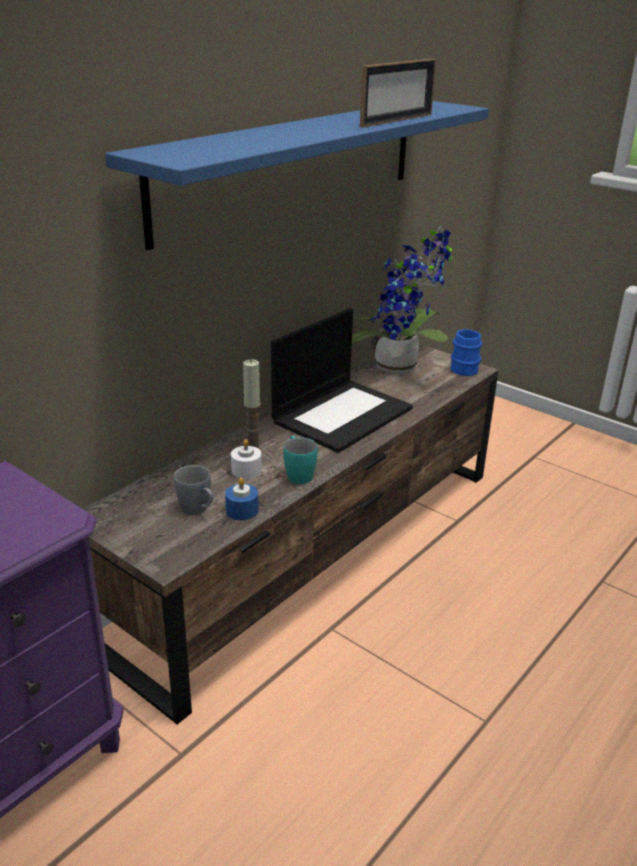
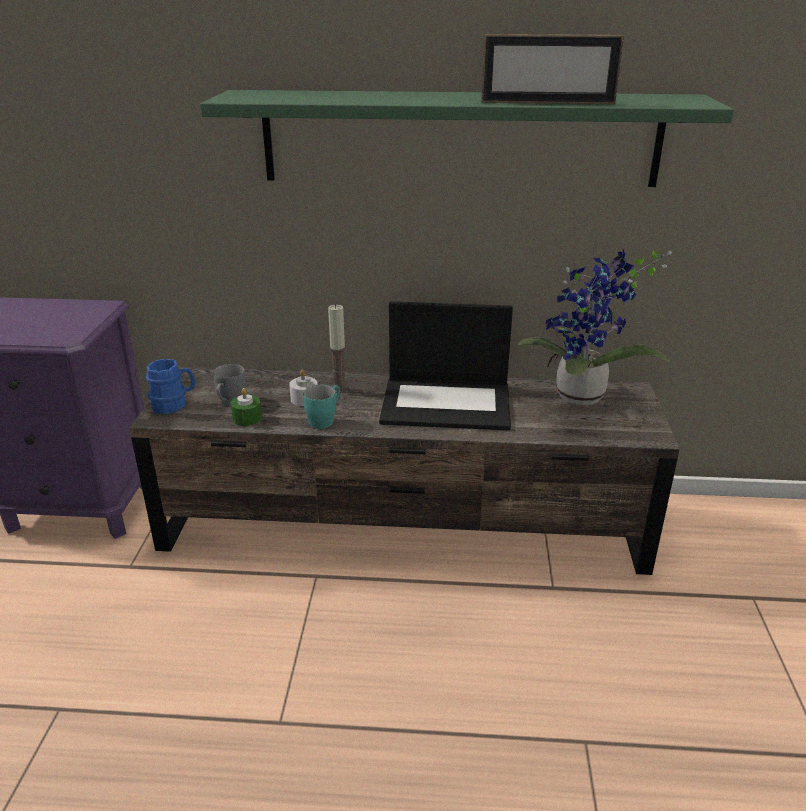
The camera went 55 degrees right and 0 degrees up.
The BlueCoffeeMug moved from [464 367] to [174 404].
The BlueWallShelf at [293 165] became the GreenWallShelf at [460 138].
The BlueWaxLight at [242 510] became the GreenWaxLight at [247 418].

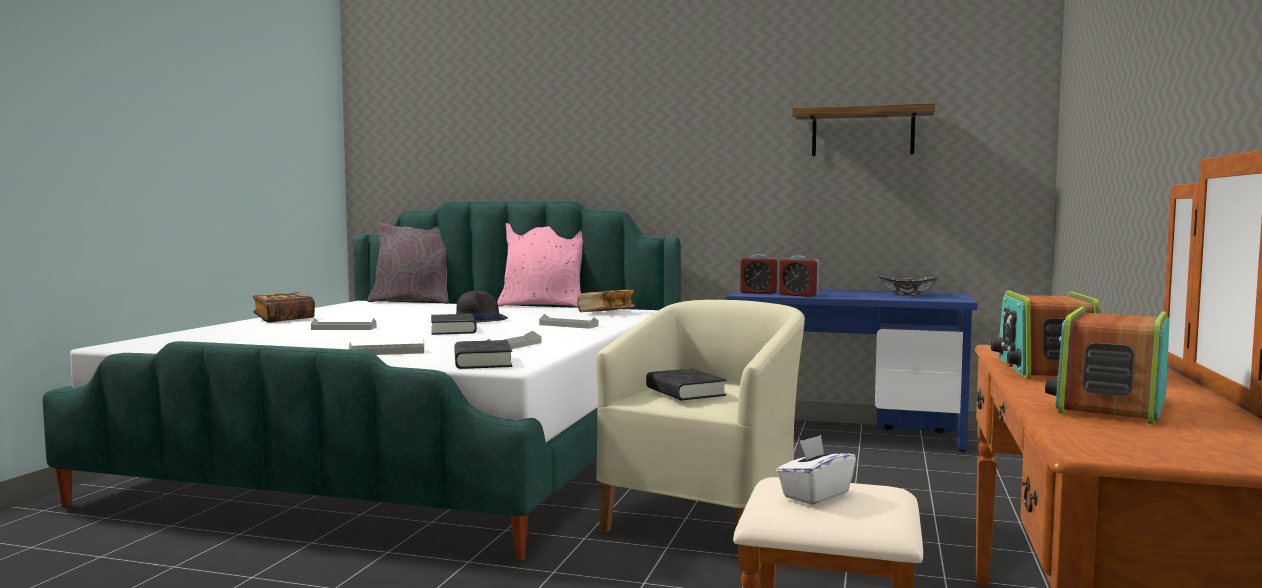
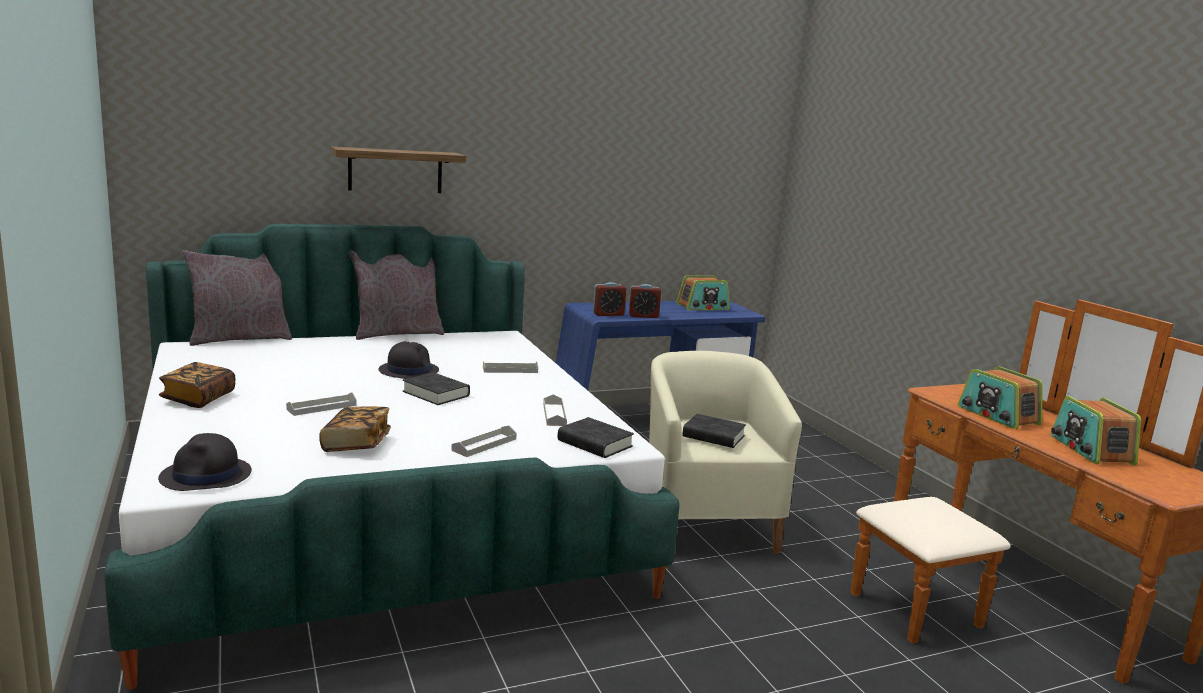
The camera went 40 degrees left and 10 degrees up.
The BlackishClothingHat at [206 476] appeared.
The Volume moved from [606 313] to [356 444].
The WallShelf moved from [862 132] to [395 170].
The PinkPillow at [543 305] became the GreyishPillow at [397 333].
The ServingBowl at [907 294] was replaced by the RadioReceiver at [703 307].
The WhiteColouredTissueBox at [815 495] disappeared.

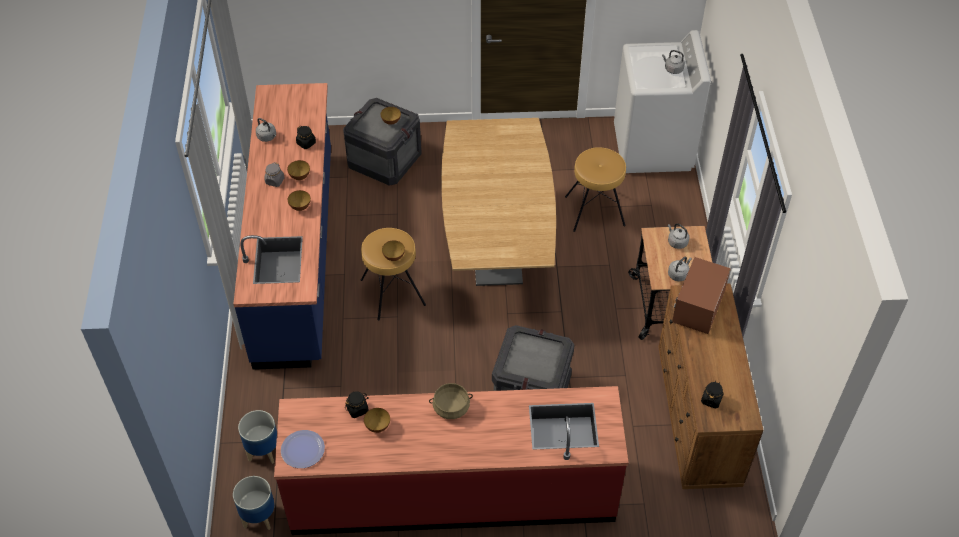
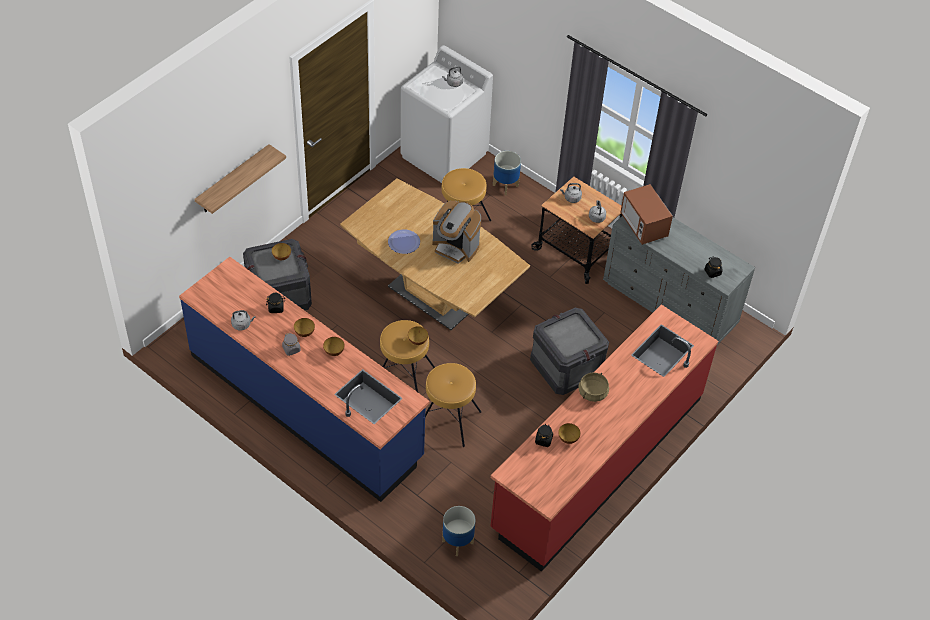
The camera went 50 degrees left and 0 degrees up.
The WallShelf at [233 180] appeared.
The Plate moved from [302 450] to [404 242].
The BrownColouredSittingStool at [448 421] appeared.
The CoffeeMaker at [455 247] appeared.
The PlantPot moved from [258 517] to [505 186].
The BrownColouredDresser at [698 417] became the GreyishDresser at [670 303].

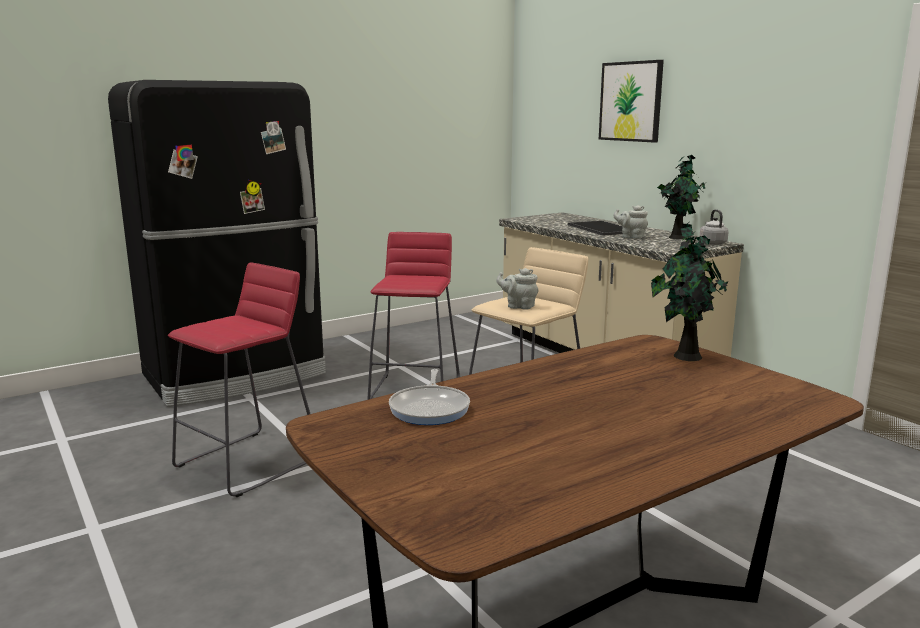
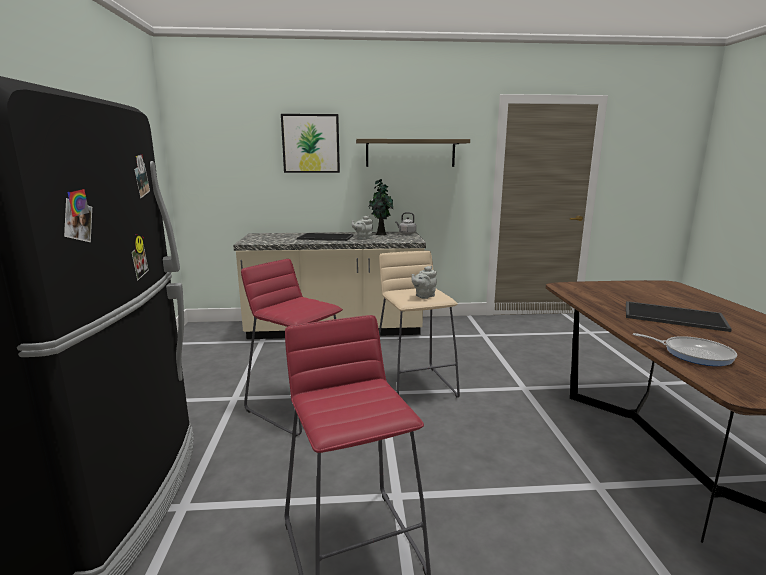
The camera went 60 degrees left and 0 degrees up.
The WallShelf at [410 153] appeared.
The Tray at [674 316] appeared.
The Houseplant at [685 356] disappeared.

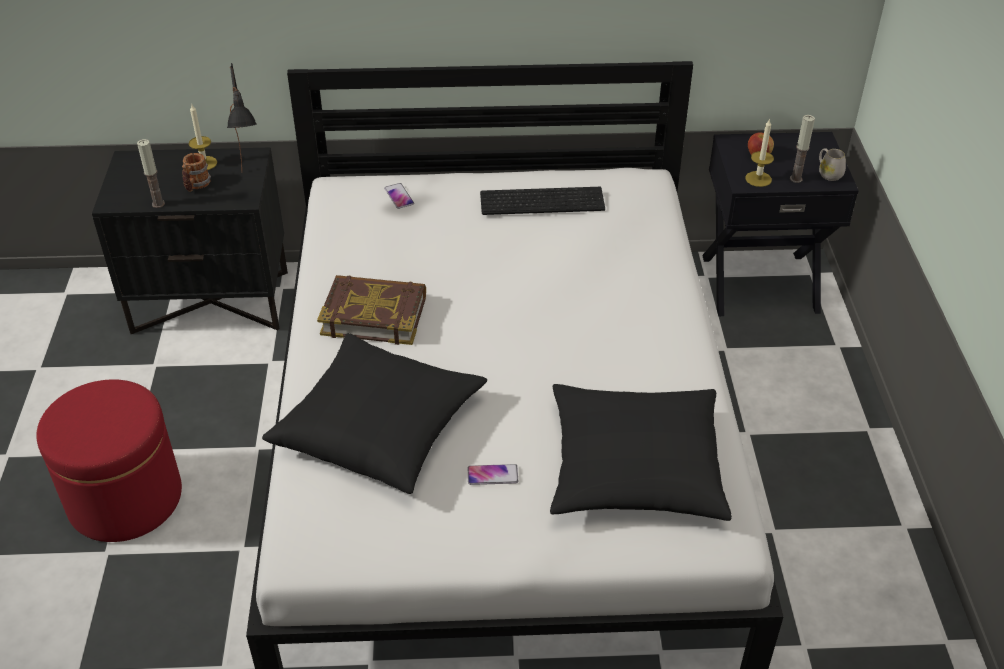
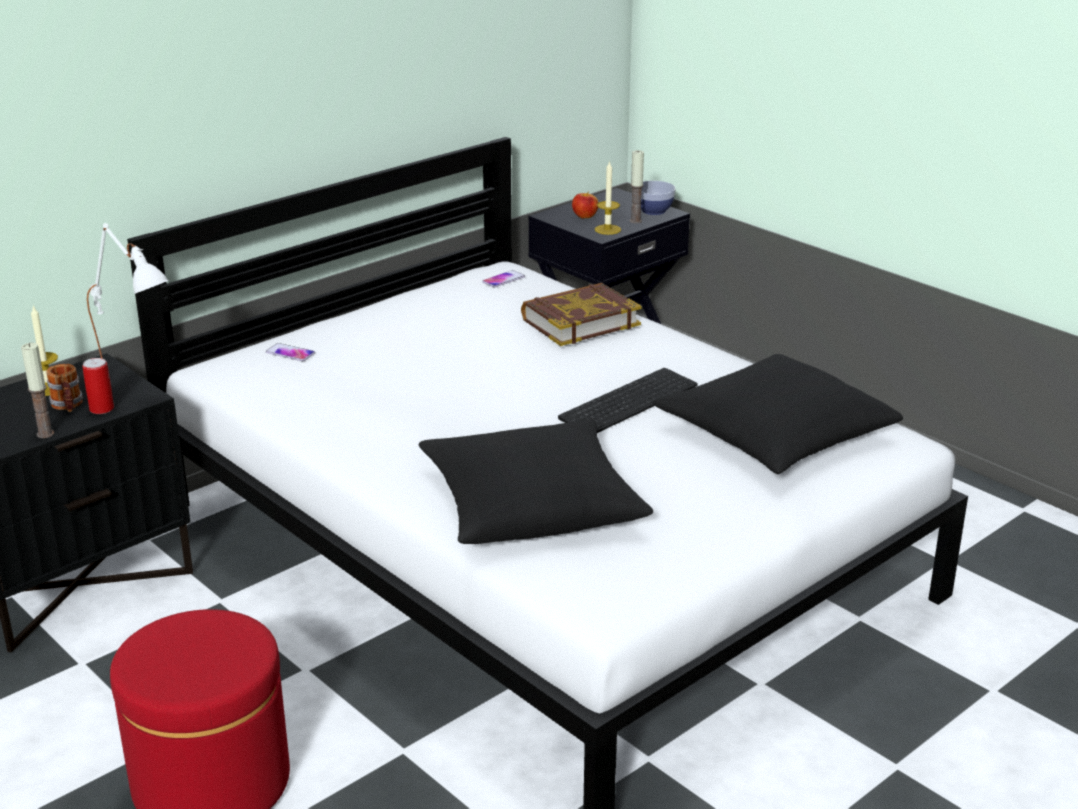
The camera went 40 degrees left and 15 degrees down.
The MetalCan at [101 409] appeared.
The BlackishTabletopLamp at [254 187] became the WhiteColouredTabletopLamp at [141 385].
The Phone moved from [492 475] to [503 279].
The Volume moved from [374 315] to [580 322].
The PcKeyboard moved from [543 200] to [628 400].
The WhiteColouredCoffeeMug at [828 173] was replaced by the ServingBowl at [653 211].

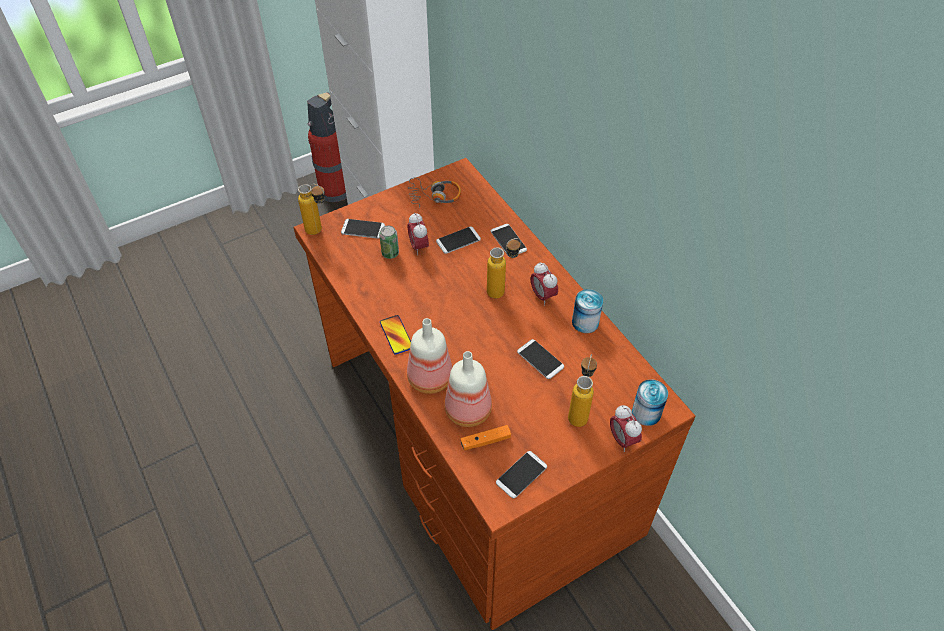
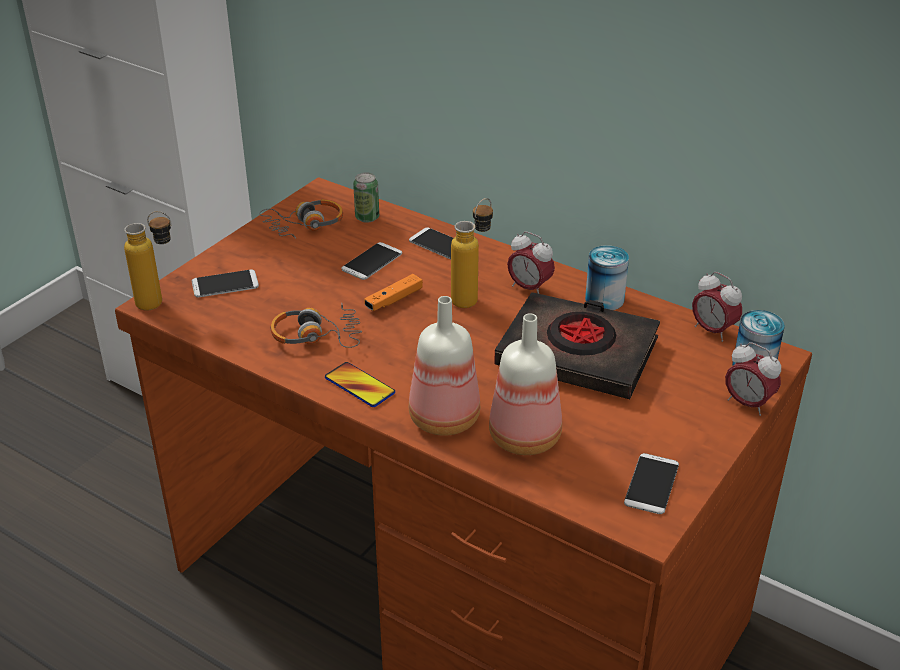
The camera went 25 degrees left and 15 degrees down.
The PairOfHeadphones at [317 336] appeared.
The MetalCan moved from [390 253] to [367 217].
The OrangeColouredGamepad moved from [485 441] to [394 299].
The Phone at [540 359] was replaced by the BlackishVolume at [577 353].
The BedsideClock moved from [419 246] to [712 331].
The FireExtinguisher at [336 190] disappeared.
The Bottle at [579 412] disappeared.

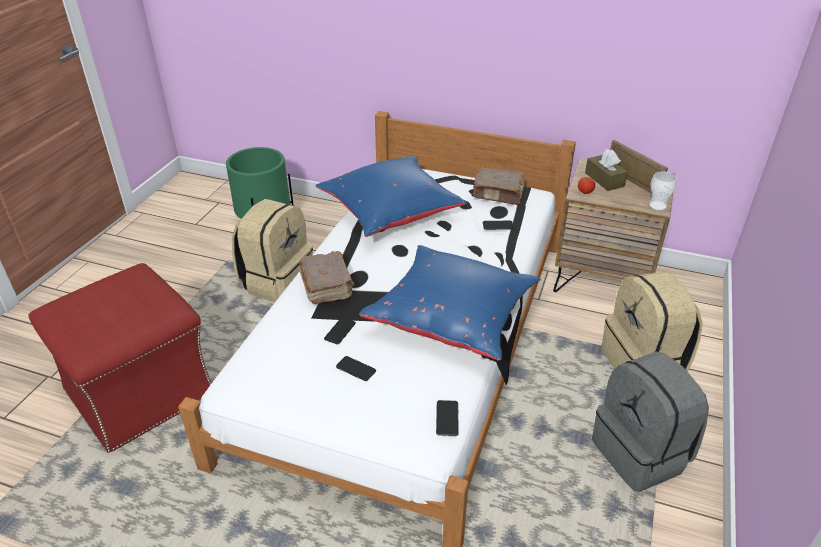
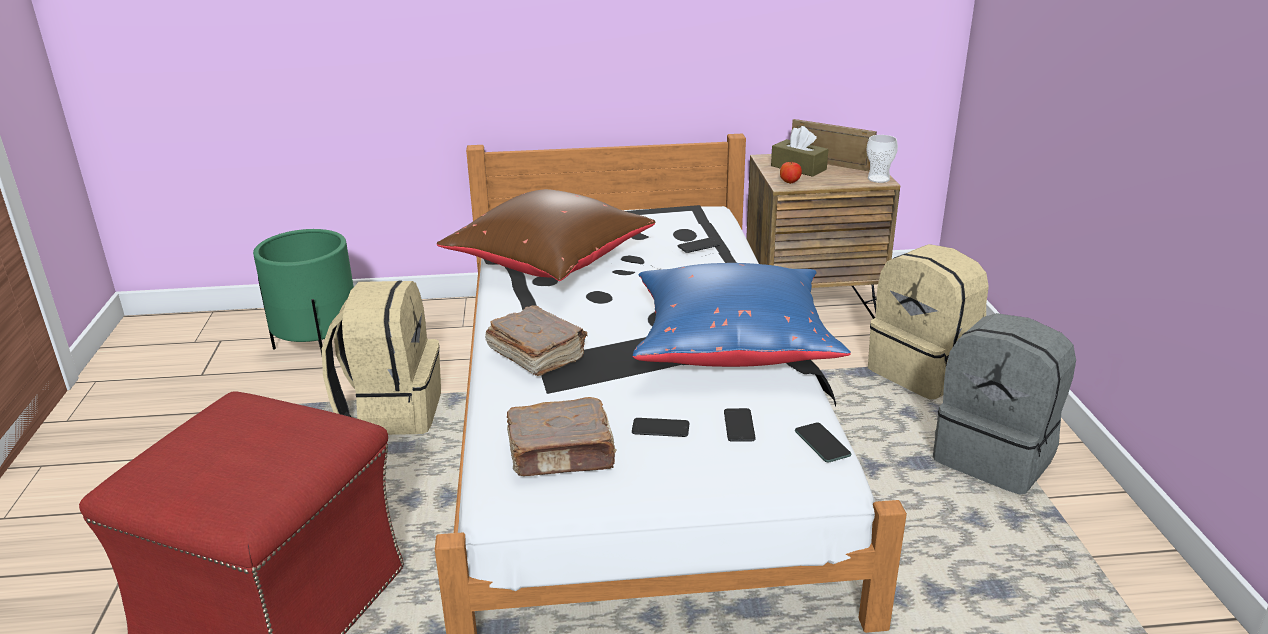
The camera went 25 degrees left and 10 degrees down.
The BluePillow at [391 214] became the BrownColouredPillow at [552 263].
The BrownColouredVolume moved from [499 194] to [562 455].
The Phone moved from [340 331] to [739 426].

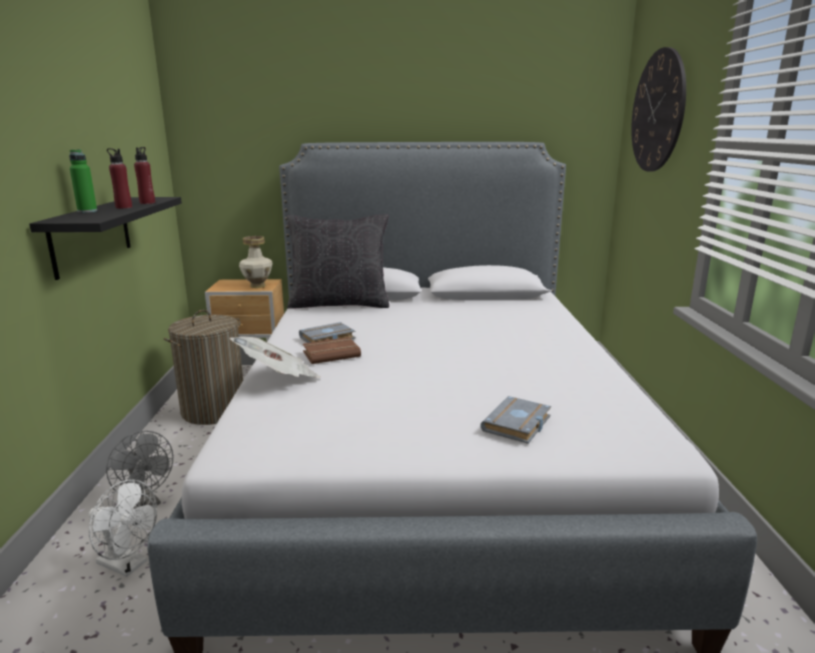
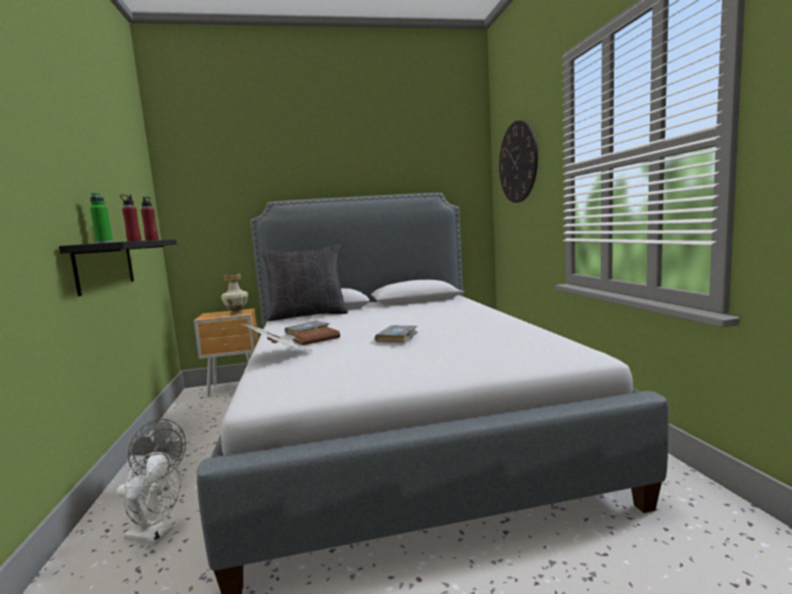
The camera went 10 degrees left and 10 degrees down.
The GreyishVolume moved from [518 425] to [398 338].
The Hamper at [214 410] disappeared.

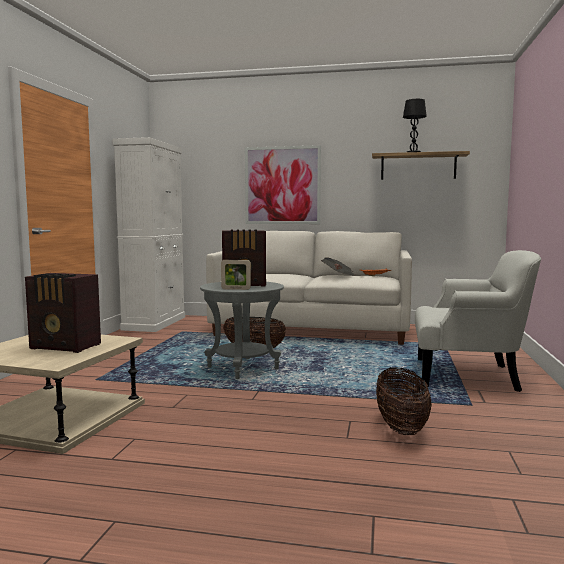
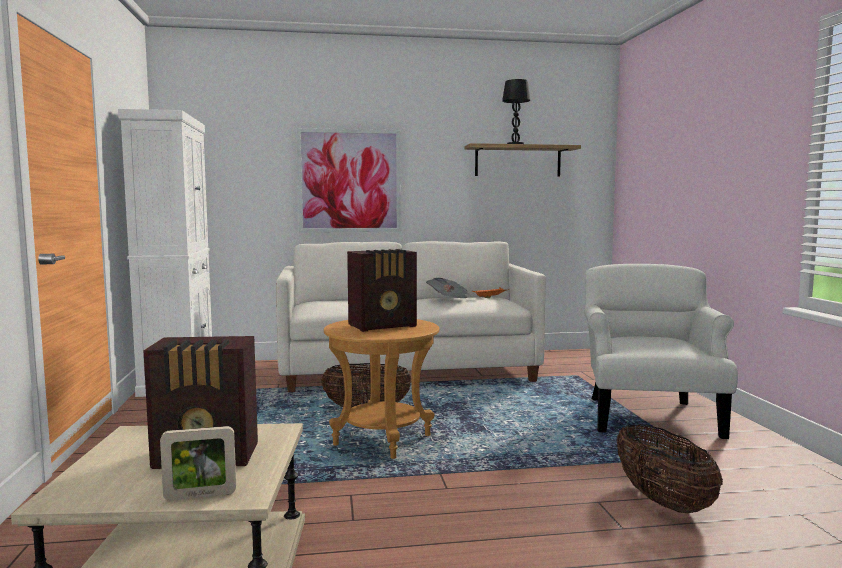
The camera went 20 degrees left and 0 degrees up.
The StandingFrame moved from [236 289] to [200 495].
The GreyishEndTable at [243 368] became the BrownColouredEndTable at [382 440].
The WhiteColouredEasyChair at [469 375] turned 75 degrees counterclockwise.

